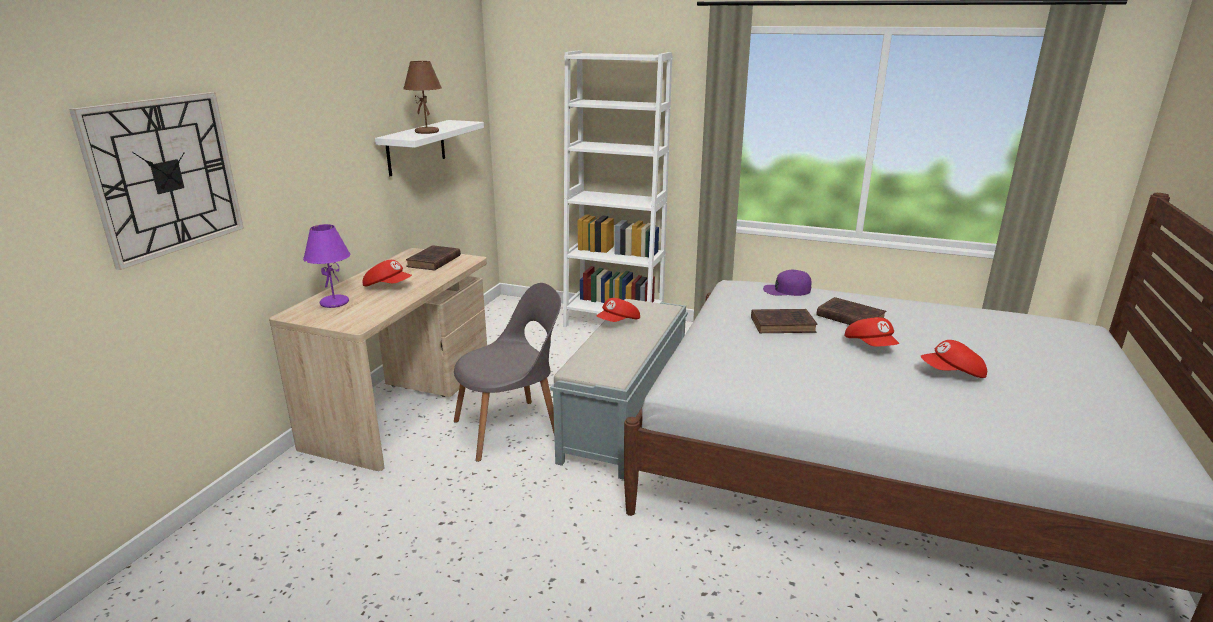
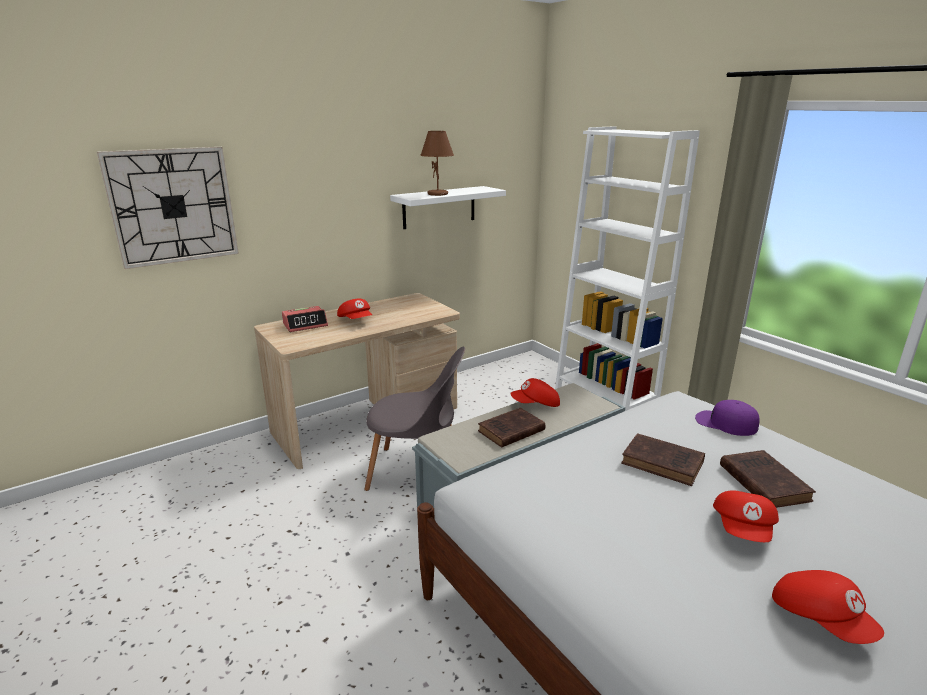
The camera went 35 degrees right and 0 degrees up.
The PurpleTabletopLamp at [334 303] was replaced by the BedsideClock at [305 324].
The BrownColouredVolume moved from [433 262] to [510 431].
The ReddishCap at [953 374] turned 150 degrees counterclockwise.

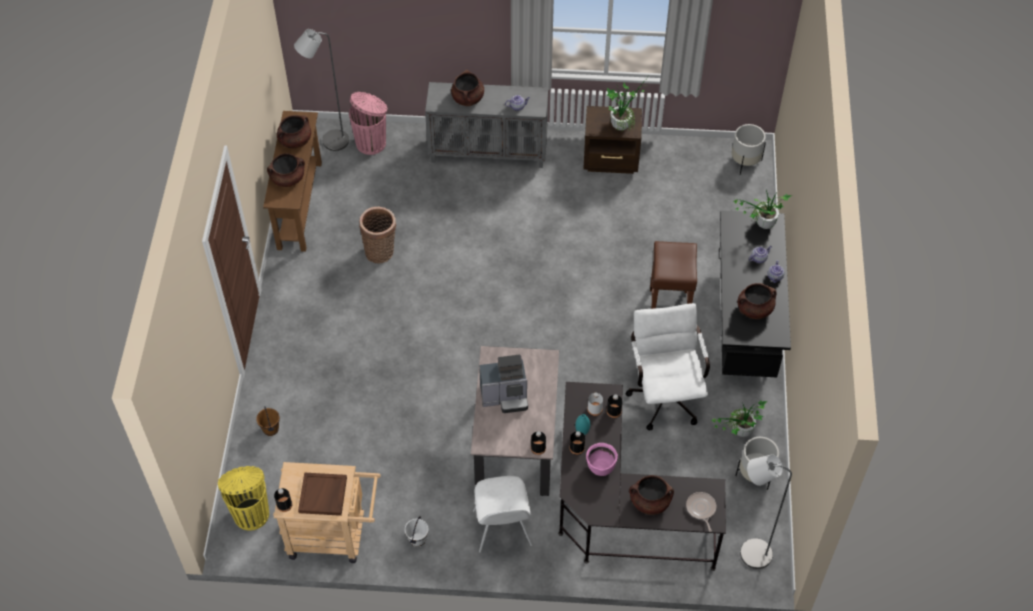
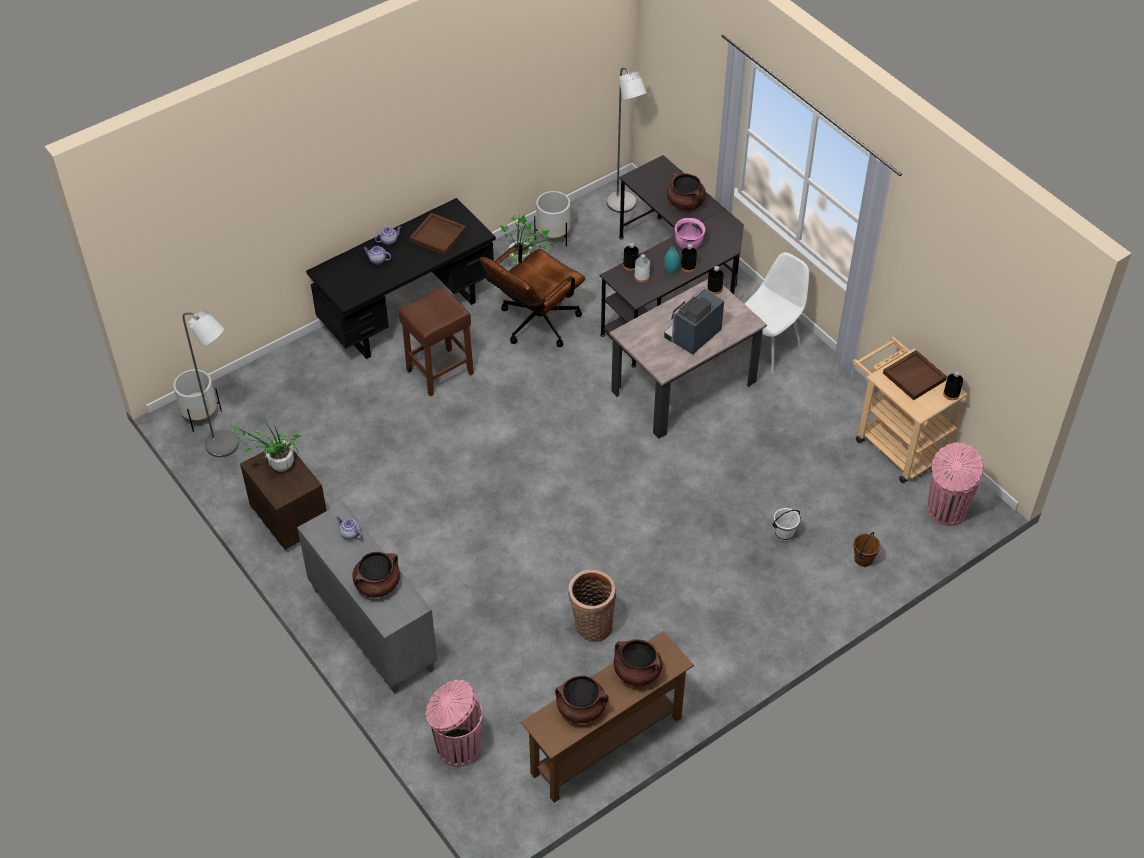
The camera went 130 degrees left and 5 degrees down.
The GreyishStandingLamp moved from [330 142] to [227 446].
The BrownColouredCookingPot at [754 309] was replaced by the BrownColouredTray at [438 235].
The WhiteColouredDeskChair at [664 393] became the BrownColouredDeskChair at [534 325].
The CoffeeMaker at [505 396] turned 90 degrees counterclockwise.
The WhiteColouredWaterBucket moved from [418 540] to [784 533].
The YellowColouredRubbishBin at [251 513] became the PinkRubbishBin at [945 511].
The Pan at [701 509] disappeared.
The Houseplant at [761 225] disappeared.

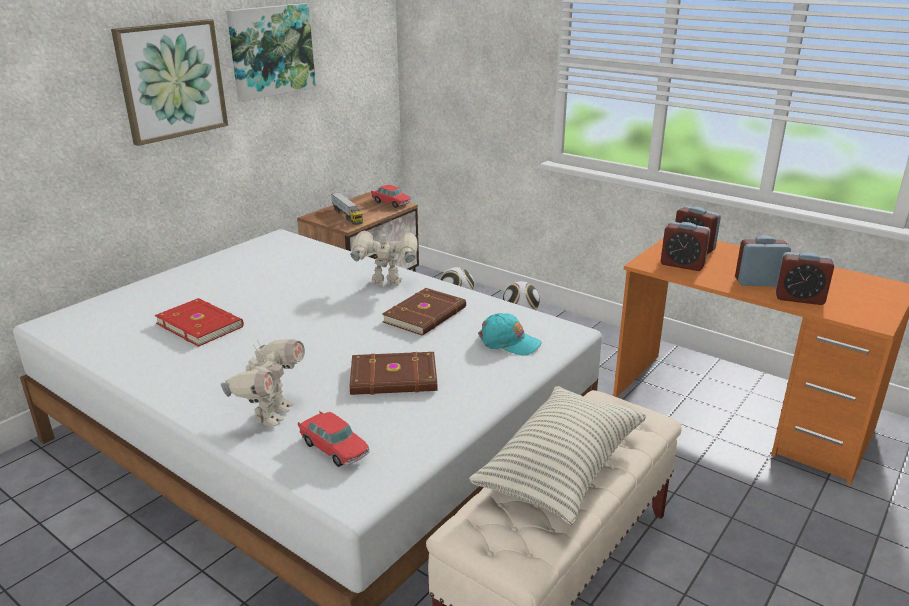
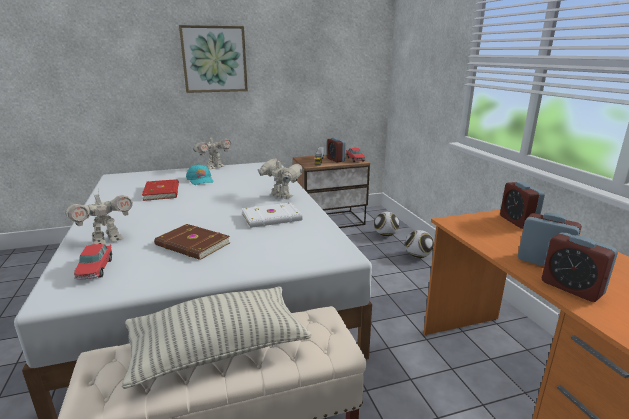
The camera went 35 degrees right and 5 degrees down.
The TurquoiseColouredCap moved from [508 342] to [200 180].
The RobotFigure at [214 167] appeared.
The BrownColouredVolume at [426 315] became the WhiteColouredVolume at [272 218].
The BedsideClock moved from [682 265] to [335 160].
The WallArt at [271 50] disappeared.

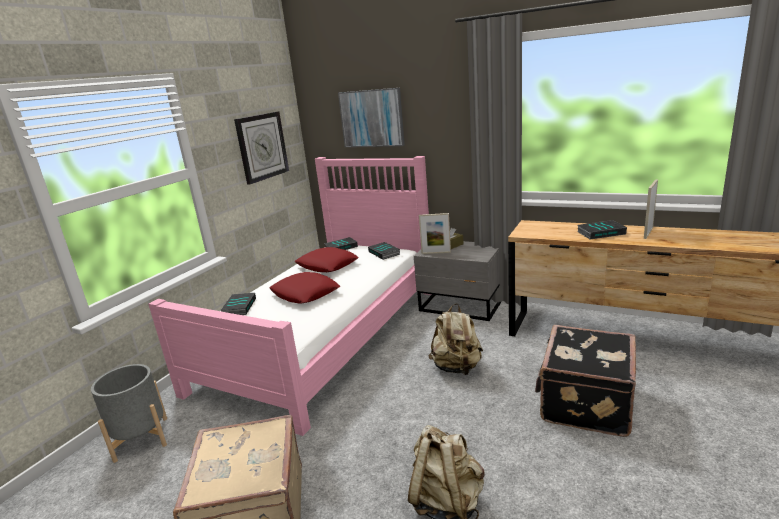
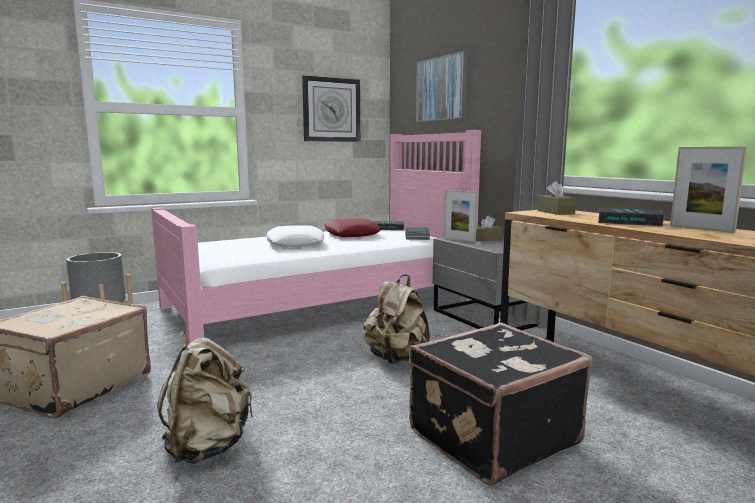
The camera went 30 degrees right and 10 degrees down.
The ReddishPillow at [305 293] became the WhiteColouredPillow at [295 243].
The BrownColouredTissueBox at [555 212] appeared.
The StandingFrame at [648 233] turned 105 degrees counterclockwise.
The Volume at [238 307] disappeared.

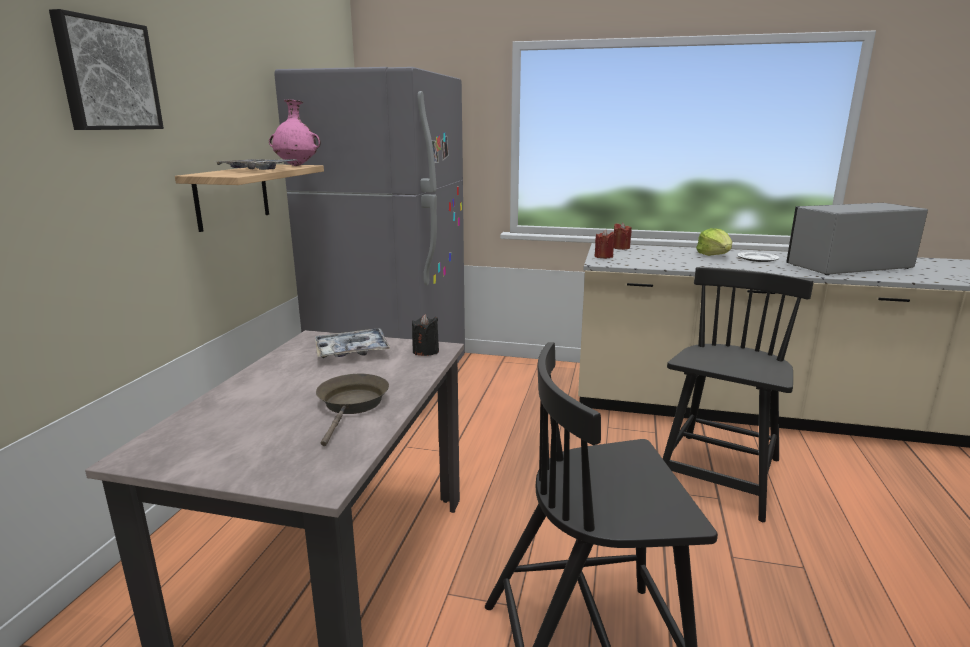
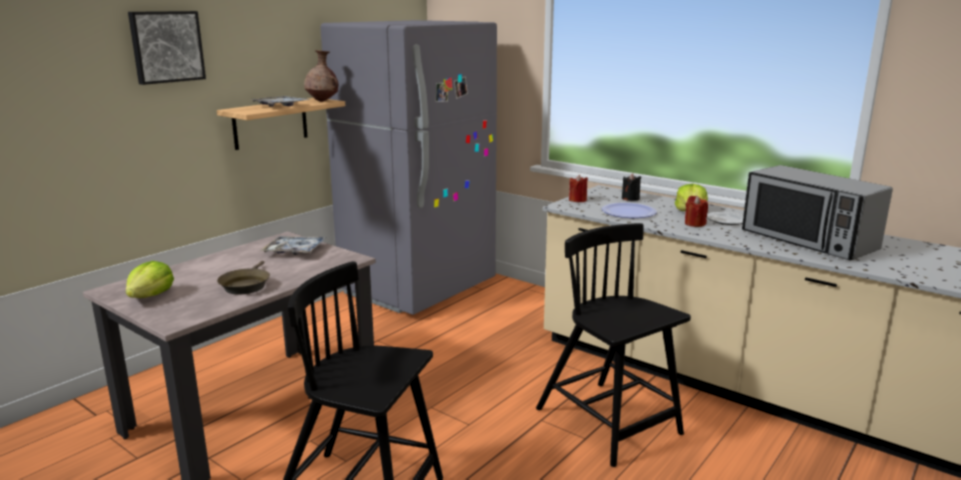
The camera went 25 degrees right and 0 degrees up.
The LettuceHead at [151 296] appeared.
The BrownColouredPan at [352 405] turned 150 degrees clockwise.
The PinkDecorativeVase at [297 165] became the BrownColouredDecorativeVase at [323 101].
The BlackishChair at [719 476] turned 90 degrees counterclockwise.
The Plate at [628 212] appeared.
The BlackishWaxLight moved from [425 351] to [630 199].
The ReddishWaxLight moved from [621 248] to [694 224].
The Microwave at [847 266] turned 135 degrees counterclockwise.

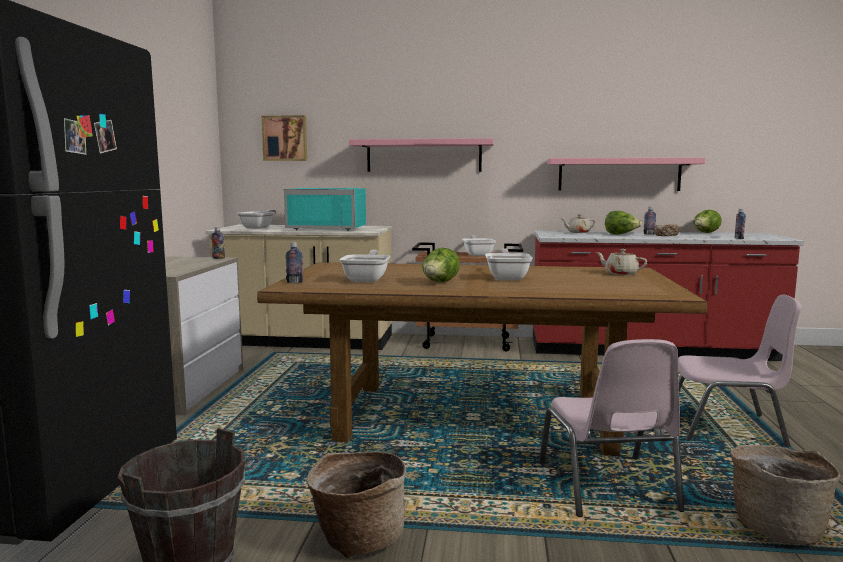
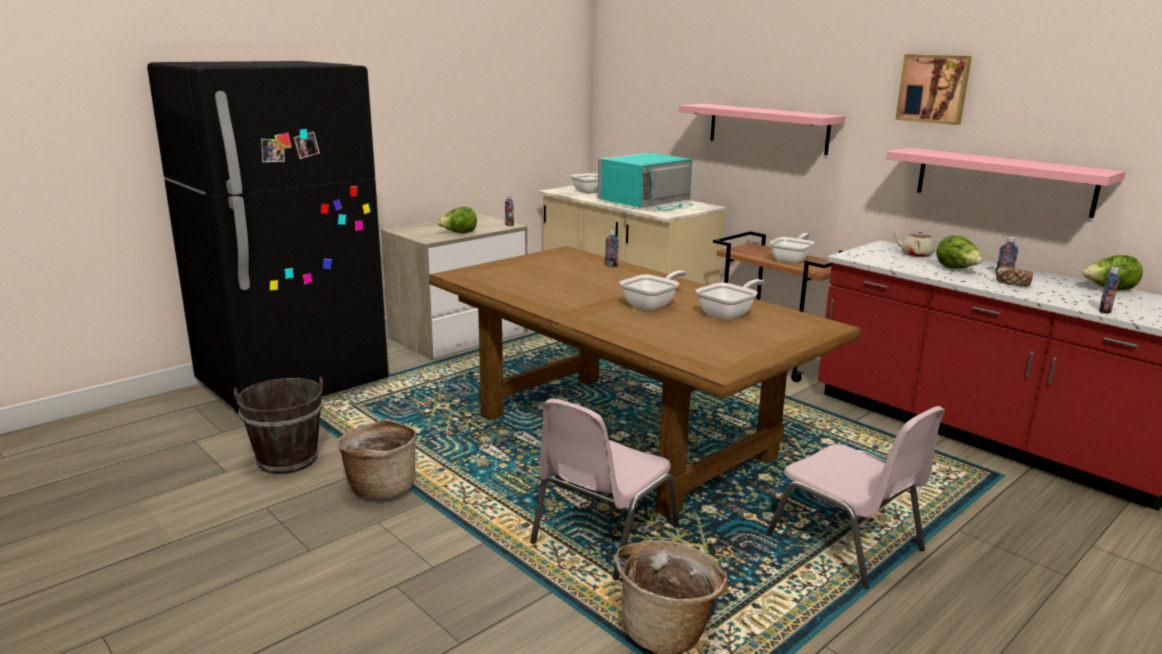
The camera went 40 degrees right and 10 degrees up.
The LettuceHead moved from [440 283] to [459 233].
The TurquoiseColouredMicrowave at [329 228] turned 90 degrees clockwise.
The Bottle moved from [295 282] to [611 265].
The Pan moved from [367 279] to [729 314].
The WallArt moved from [285 138] to [934 88].
The BeigeTeapot at [620 274] disappeared.

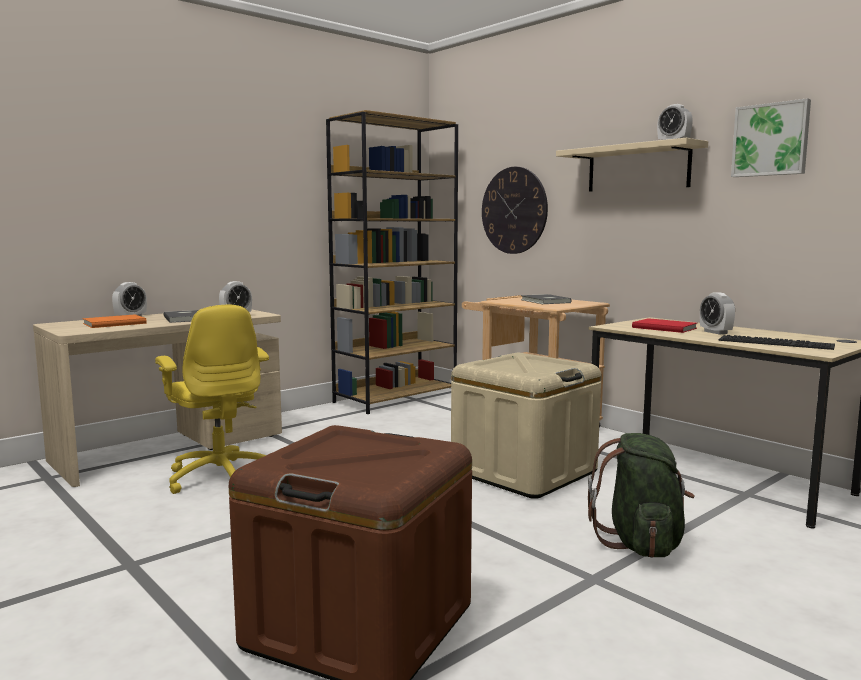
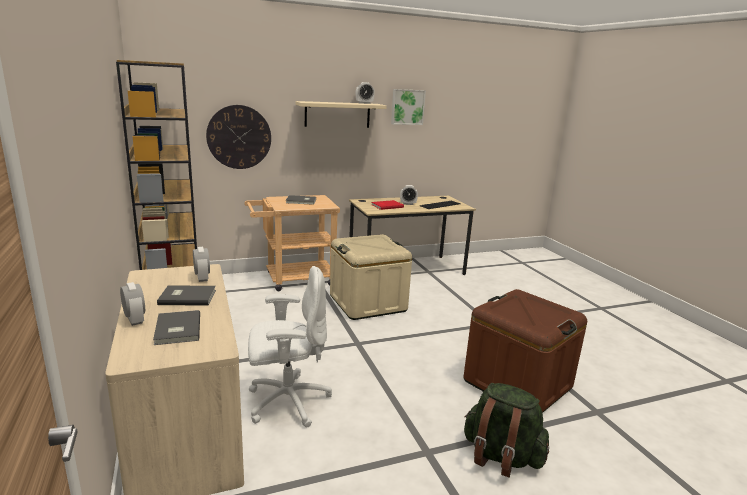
The camera went 70 degrees left and 10 degrees up.
The OrangeColouredVolume at [113 323] became the GreyishVolume at [176 329].
The YellowColouredDeskChair at [220 476] became the WhiteColouredDeskChair at [287 401].
The GreenKnapsack moved from [641 543] to [500 456].

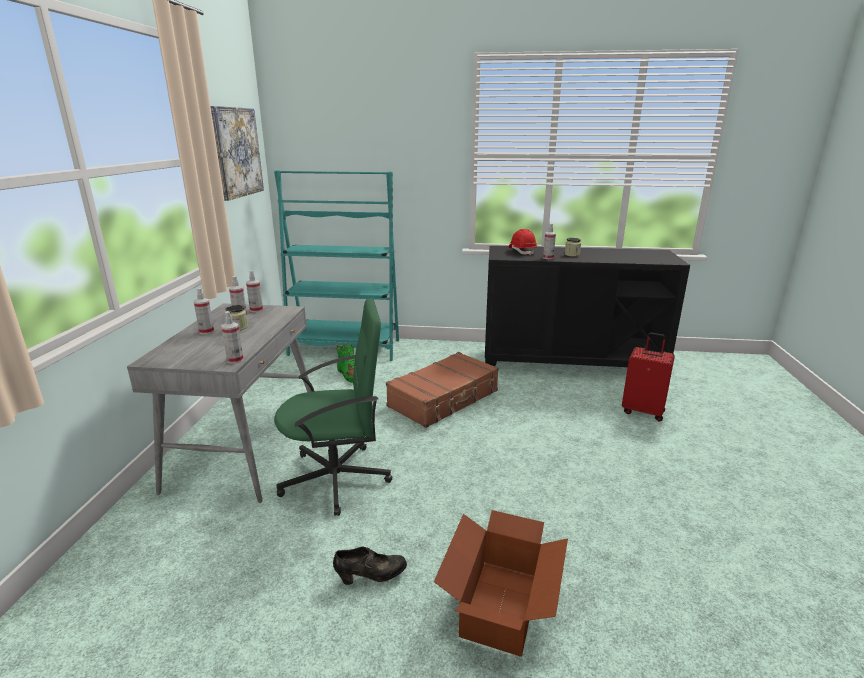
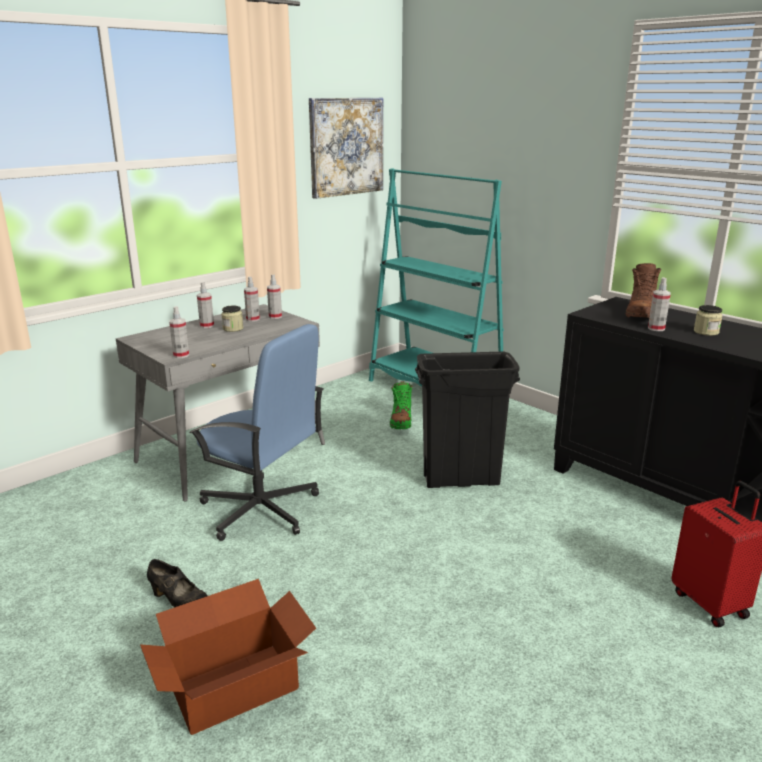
The camera went 40 degrees right and 0 degrees up.
The GreenDeskChair at [337 478] became the BlueDeskChair at [261 510].
The BrownColouredPieceOfLuggage at [444 399] was replaced by the BlackishRubbishBin at [461 480].
The ReddishSafetyHelmet at [522 251] was replaced by the BrownColouredBoot at [640 313].

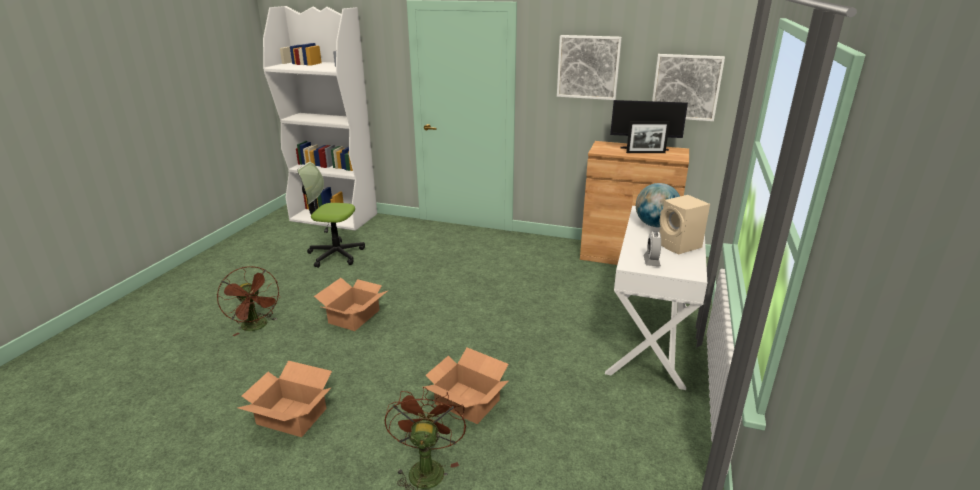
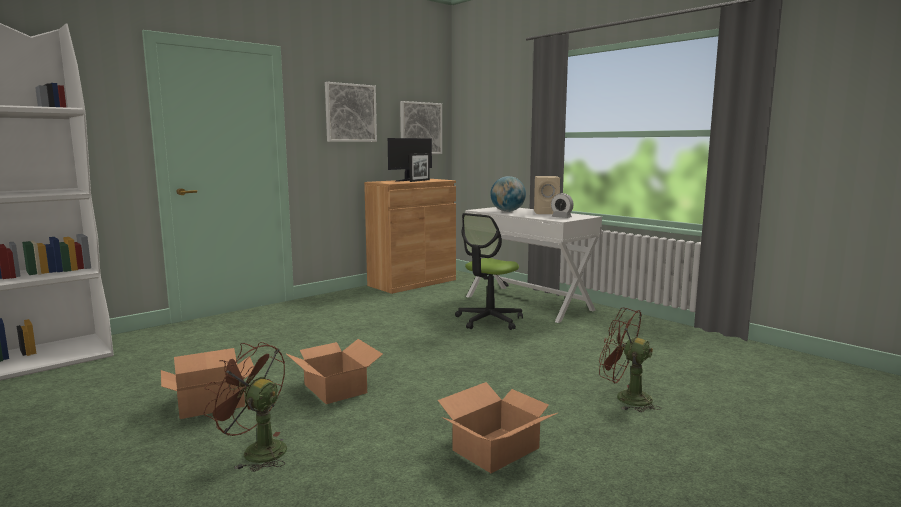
The camera went 60 degrees left and 15 degrees down.
The CardboardBox moved from [467 401] to [210 403].
The BrownColouredElectricFan at [257 327] turned 150 degrees counterclockwise.
The DeskChair moved from [336 254] to [489 320].

